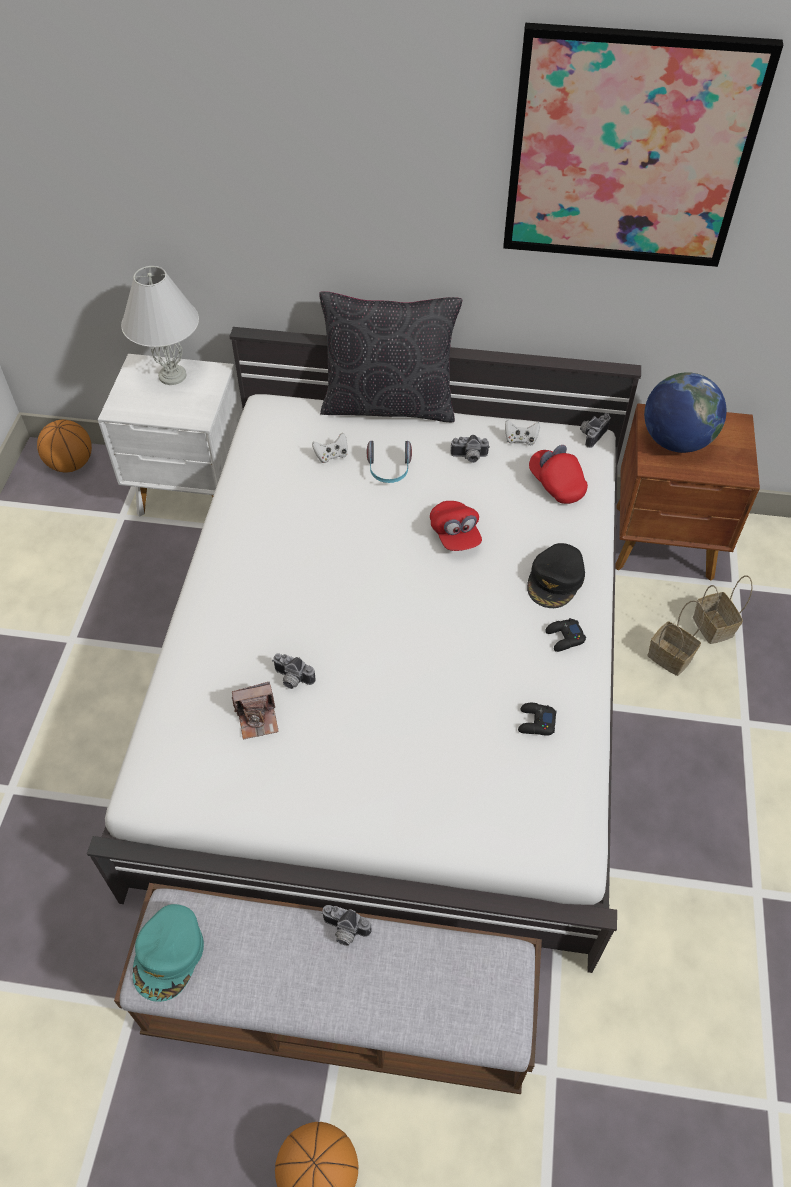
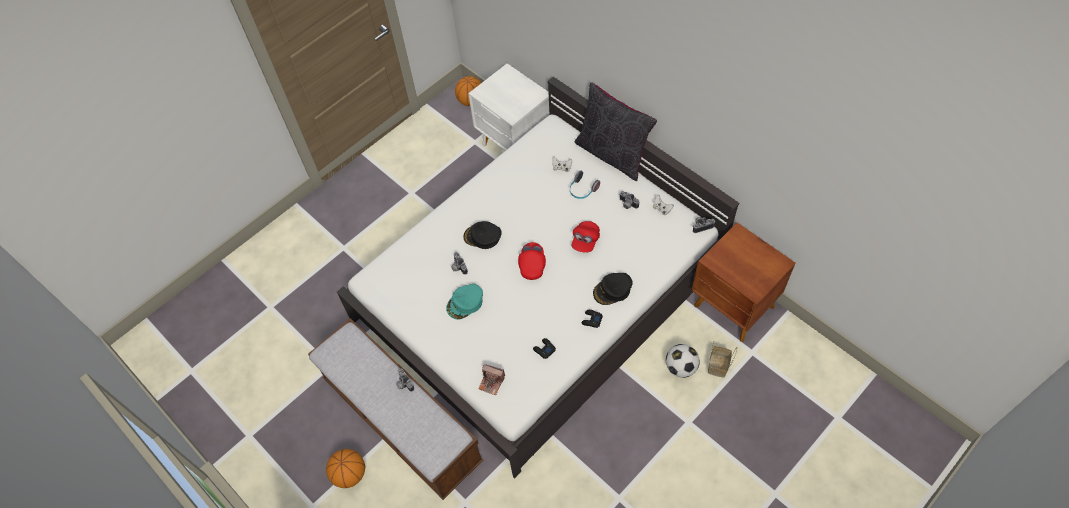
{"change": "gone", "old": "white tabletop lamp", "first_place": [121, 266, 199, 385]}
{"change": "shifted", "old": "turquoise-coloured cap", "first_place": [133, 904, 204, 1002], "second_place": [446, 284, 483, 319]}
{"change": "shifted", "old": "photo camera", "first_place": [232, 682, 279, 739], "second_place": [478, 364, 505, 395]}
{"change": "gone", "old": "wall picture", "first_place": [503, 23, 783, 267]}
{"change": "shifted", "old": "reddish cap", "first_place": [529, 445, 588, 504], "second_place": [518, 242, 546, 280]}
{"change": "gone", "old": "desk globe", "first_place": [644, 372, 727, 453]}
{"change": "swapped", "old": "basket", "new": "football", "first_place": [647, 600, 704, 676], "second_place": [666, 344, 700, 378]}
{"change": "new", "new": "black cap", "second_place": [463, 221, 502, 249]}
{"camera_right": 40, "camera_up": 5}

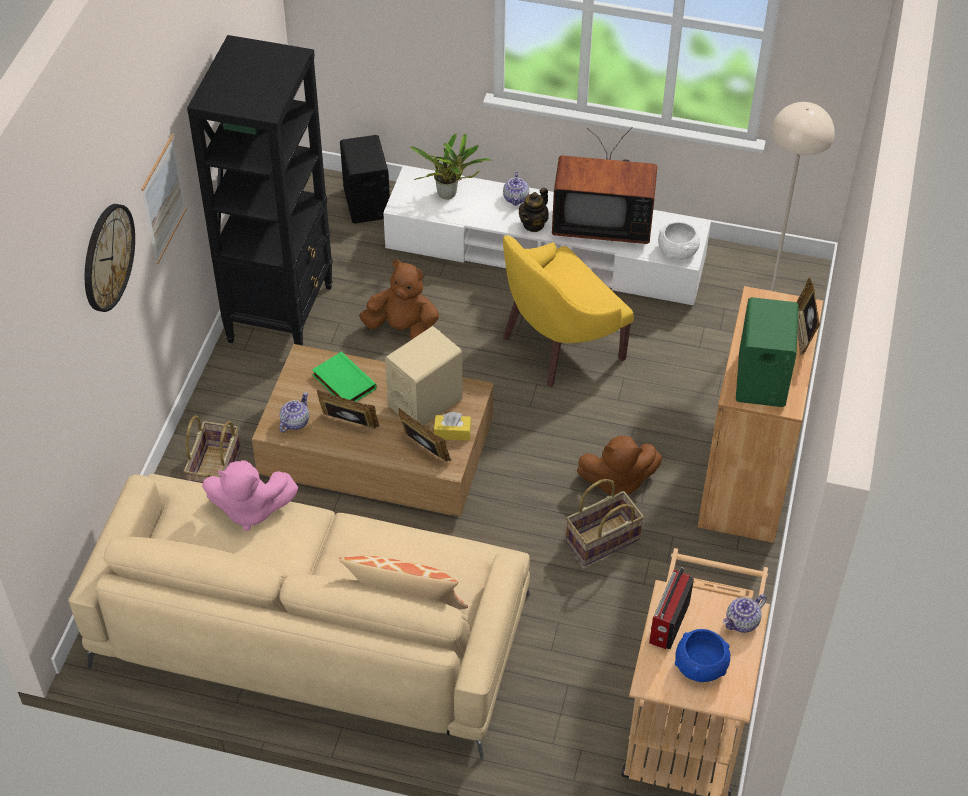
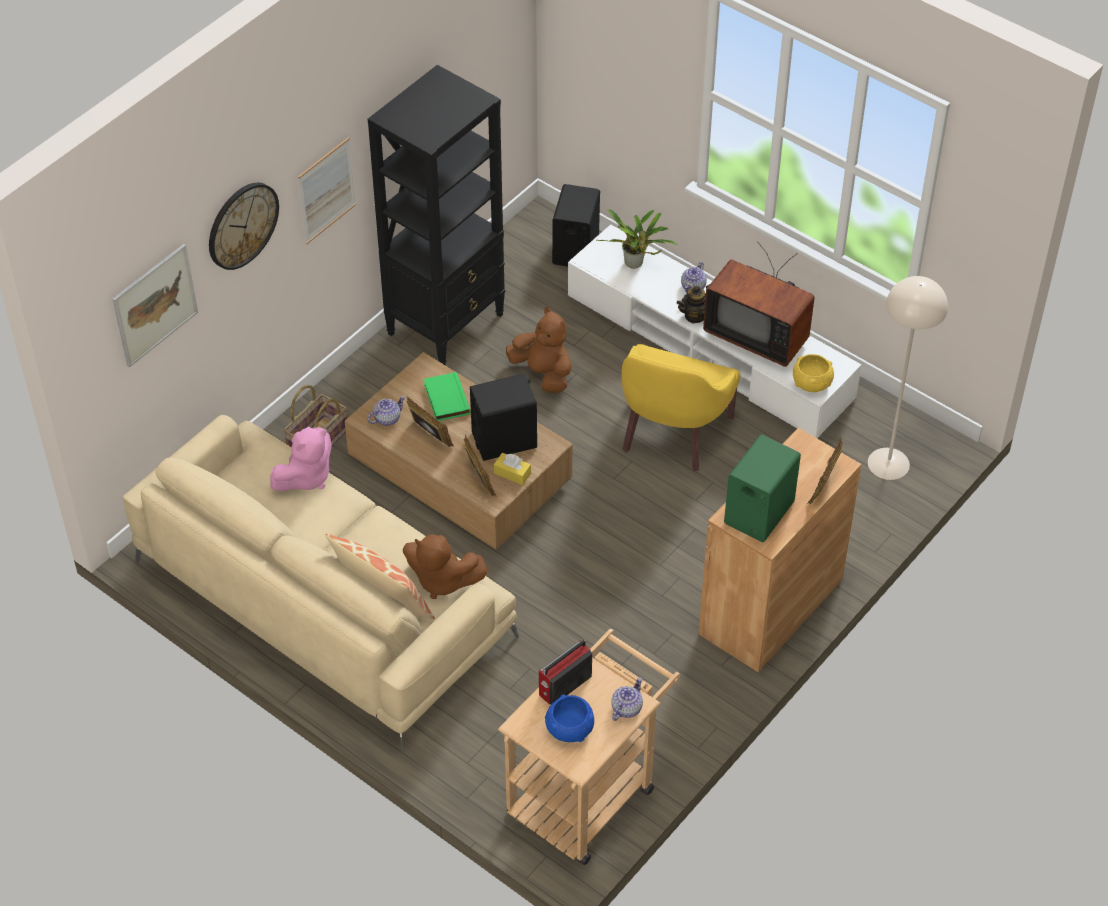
{"change": "rotated", "old": "pinkish cuddly toy", "first_place": [202, 460, 298, 531], "second_place": [270, 427, 332, 492], "degrees": -75}
{"change": "repainted", "old": "sand-coloured audio speaker", "new": "black audio speaker", "first_place": [385, 326, 463, 426], "second_place": [470, 373, 537, 461]}
{"change": "rotated", "old": "yellow easy chair", "first_place": [503, 235, 634, 387], "second_place": [621, 344, 740, 471], "degrees": -60}
{"change": "gone", "old": "basket", "first_place": [566, 479, 644, 566]}
{"change": "shifted", "old": "brown cuddly toy", "first_place": [577, 436, 662, 495], "second_place": [403, 535, 488, 599]}
{"change": "repainted", "old": "white serving bowl", "new": "yellow serving bowl", "first_place": [658, 222, 700, 260], "second_place": [793, 354, 834, 392]}
{"change": "rotated", "old": "teapot", "first_place": [723, 594, 767, 633], "second_place": [611, 678, 643, 721], "degrees": 135}
{"change": "new", "new": "wall picture", "second_place": [113, 244, 198, 368]}
{"camera_right": 25, "camera_up": 0}

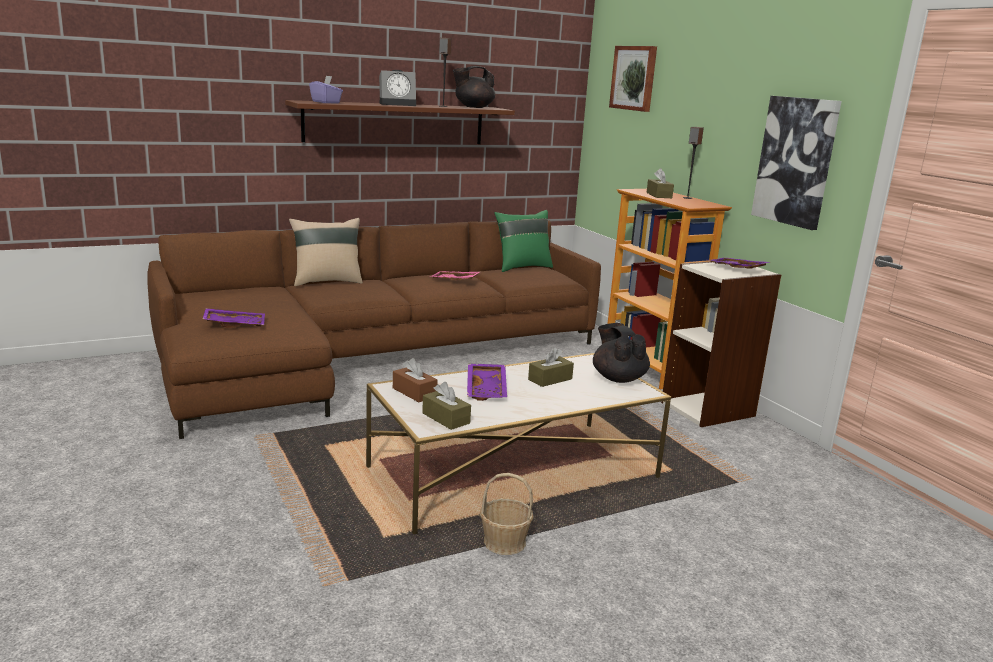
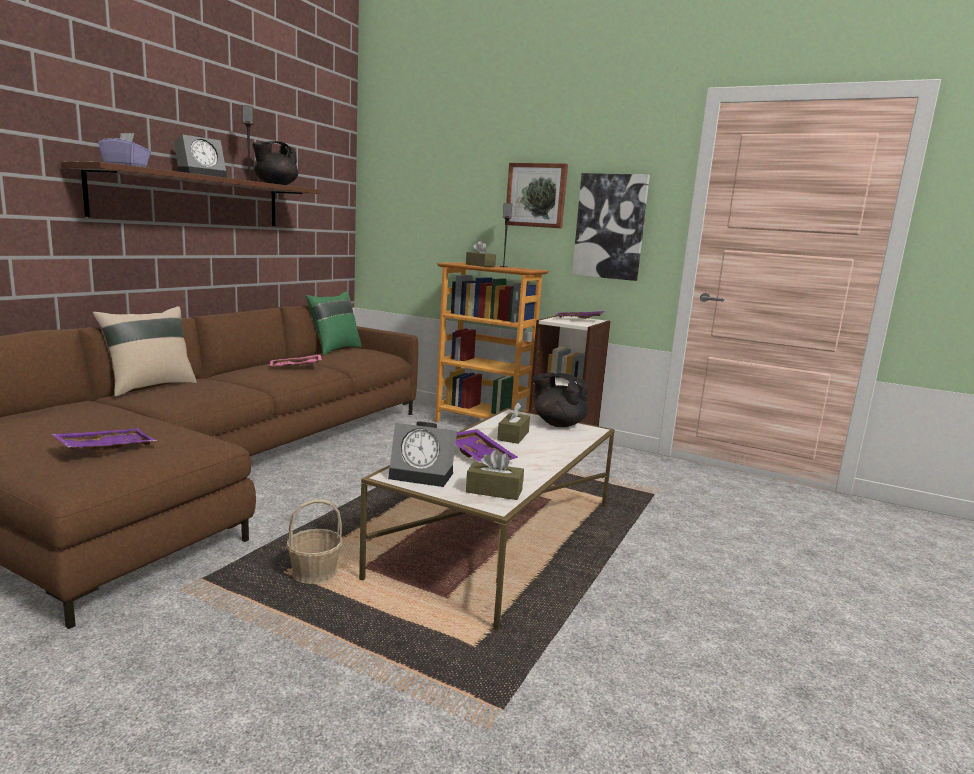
{"change": "swapped", "old": "brown box of tissues", "new": "alarm clock", "first_place": [393, 358, 438, 402], "second_place": [388, 421, 457, 487]}
{"change": "shifted", "old": "basket", "first_place": [480, 473, 533, 555], "second_place": [286, 499, 343, 584]}
{"change": "shifted", "old": "wall picture", "first_place": [609, 46, 657, 112], "second_place": [505, 163, 568, 228]}
{"camera_right": -35, "camera_up": -5}

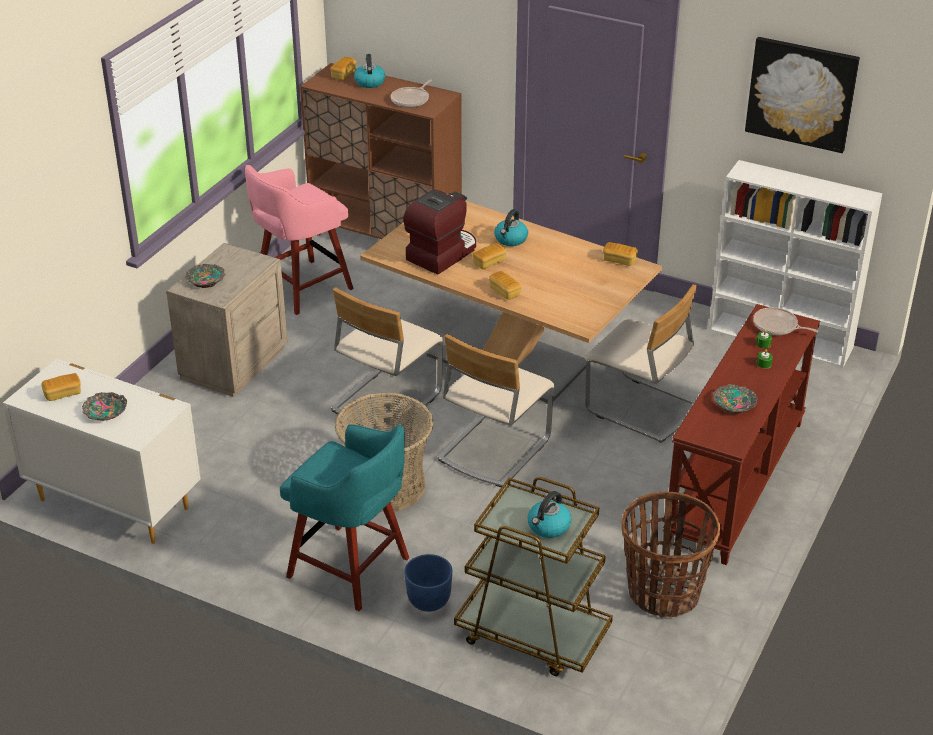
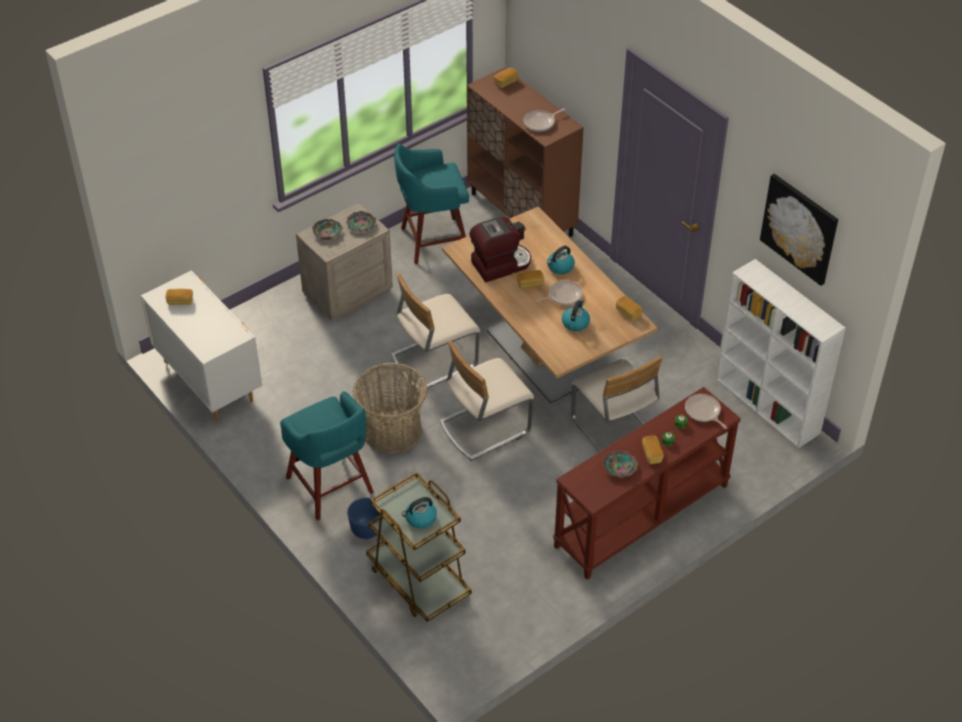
{"change": "shifted", "old": "serving bowl", "first_place": [82, 392, 127, 421], "second_place": [346, 211, 376, 232]}
{"change": "repainted", "old": "pinkish stool seat", "new": "turquoise-coloured stool seat", "first_place": [245, 165, 354, 315], "second_place": [394, 143, 469, 264]}
{"change": "shifted", "old": "tea kettle", "first_place": [354, 54, 385, 88], "second_place": [562, 300, 590, 331]}
{"change": "shifted", "old": "baked bread", "first_place": [489, 271, 521, 300], "second_place": [642, 436, 664, 464]}
{"change": "gone", "old": "basket", "first_place": [622, 491, 720, 618]}
{"change": "new", "new": "skillet", "second_place": [535, 281, 582, 305]}
{"camera_right": 25, "camera_up": 10}

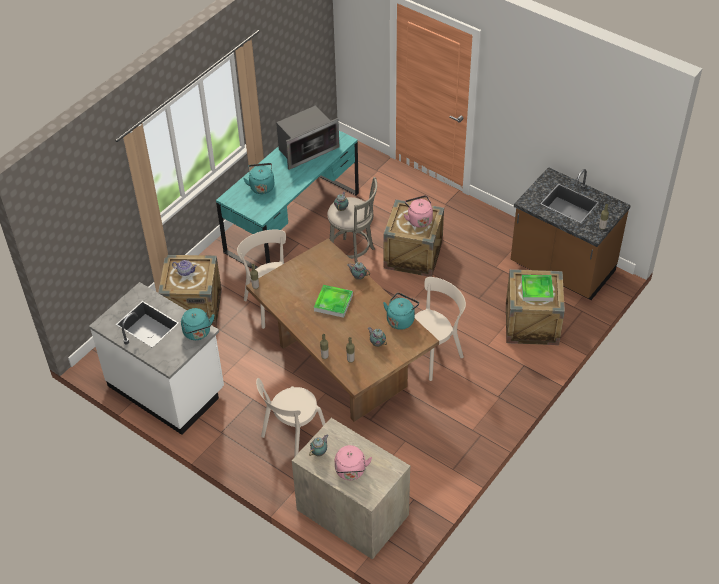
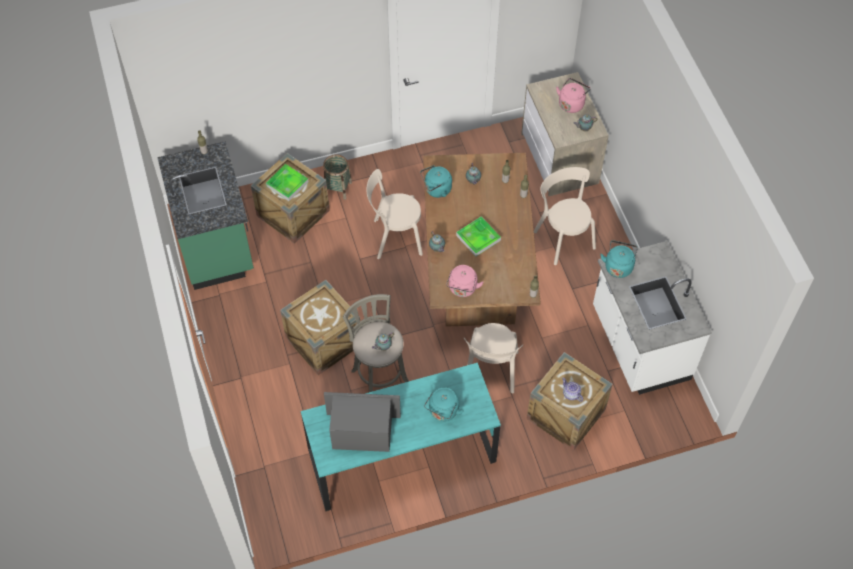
{"change": "rotated", "old": "sand-coloured chair", "first_place": [256, 378, 326, 457], "second_place": [534, 167, 596, 265], "degrees": -105}
{"change": "shifted", "old": "pinkish tea kettle", "first_place": [404, 195, 433, 228], "second_place": [446, 265, 484, 297]}
{"change": "repainted", "old": "brown kitchen base unit", "new": "greenish kitchen base unit", "first_place": [511, 167, 631, 300], "second_place": [157, 141, 254, 290]}
{"change": "new", "new": "basket", "second_place": [323, 154, 352, 200]}
{"camera_right": -145, "camera_up": 10}

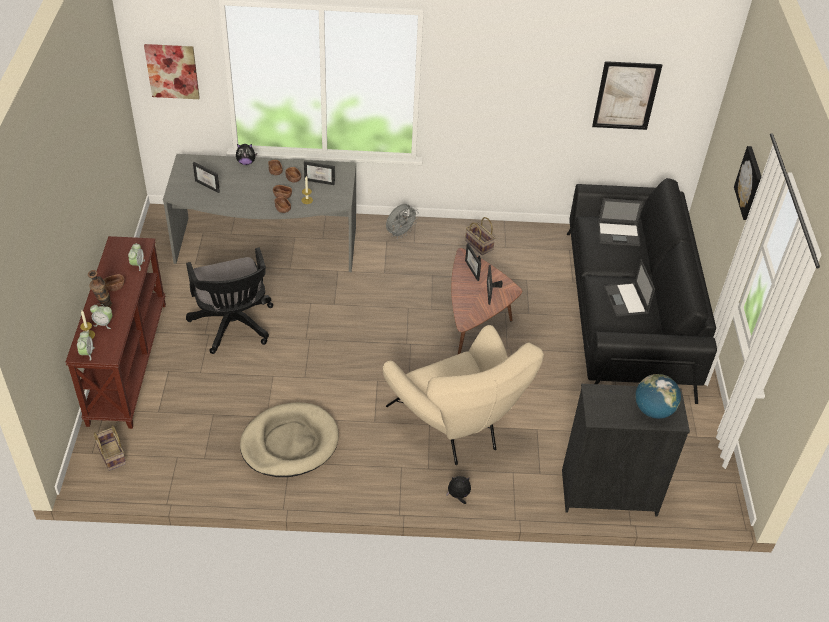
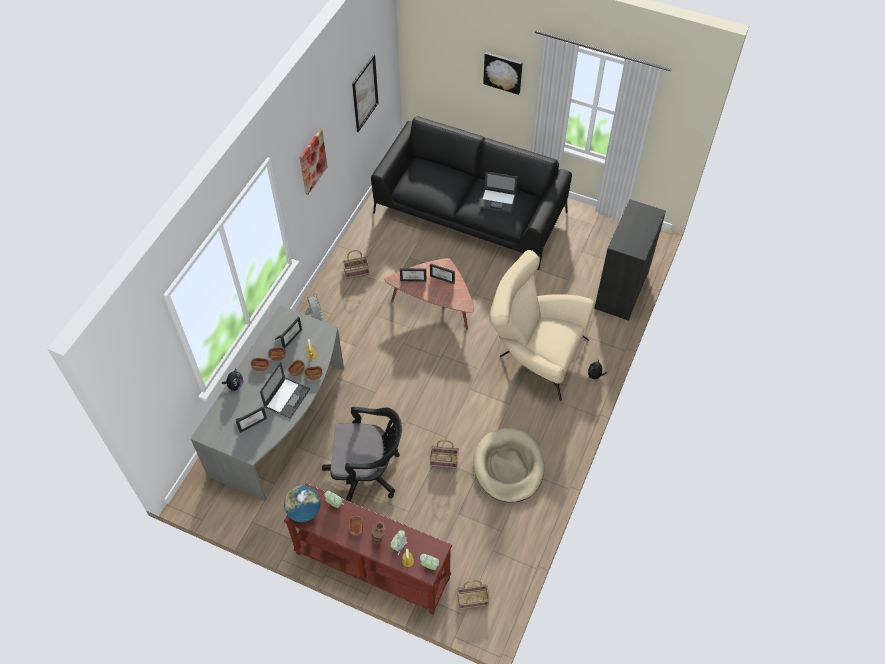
{"change": "shifted", "old": "wall picture", "first_place": [144, 44, 200, 99], "second_place": [299, 129, 327, 195]}
{"change": "rotated", "old": "sand-coloured easy chair", "first_place": [383, 325, 544, 465], "second_place": [489, 250, 594, 401], "degrees": -150}
{"change": "shifted", "old": "portable computer", "first_place": [598, 198, 644, 246], "second_place": [260, 362, 310, 419]}
{"change": "shifted", "old": "desk globe", "first_place": [635, 374, 681, 419], "second_place": [284, 486, 321, 522]}
{"change": "new", "new": "basket", "second_place": [429, 440, 459, 469]}
{"camera_right": -65, "camera_up": 10}

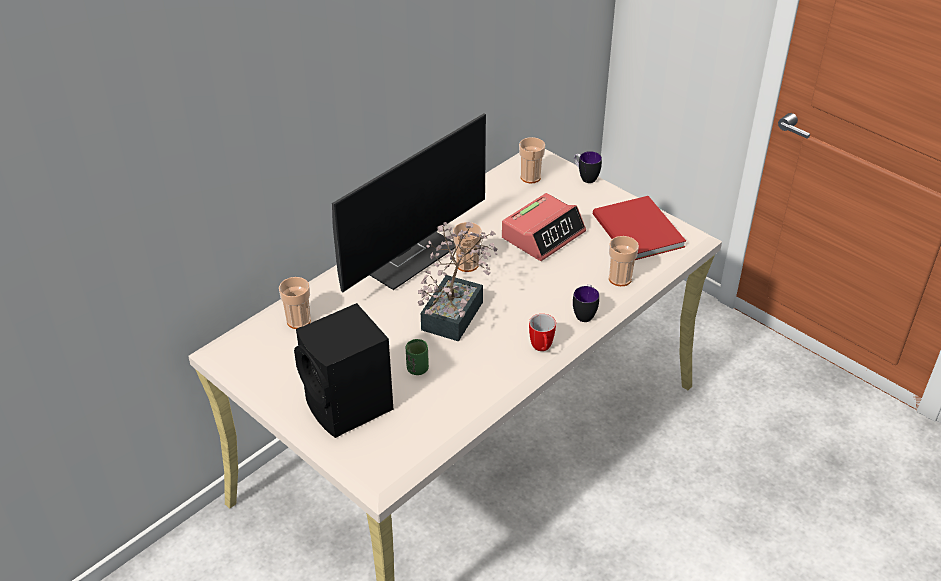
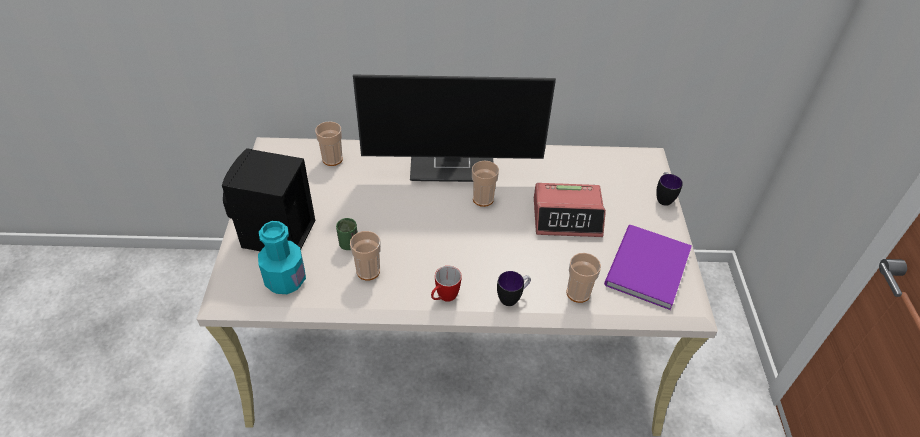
{"change": "gone", "old": "potted plant", "first_place": [418, 222, 498, 341]}
{"change": "shifted", "old": "small cup", "first_place": [519, 137, 545, 183], "second_place": [350, 231, 381, 280]}
{"change": "repainted", "old": "reddish volume", "new": "purple volume", "first_place": [593, 196, 686, 260], "second_place": [604, 224, 692, 310]}
{"change": "new", "new": "turquoise-coloured drink bottle", "second_place": [258, 221, 306, 294]}
{"camera_right": 45, "camera_up": 5}

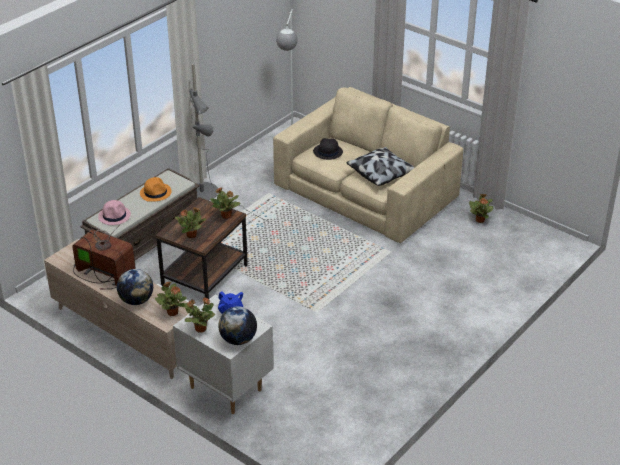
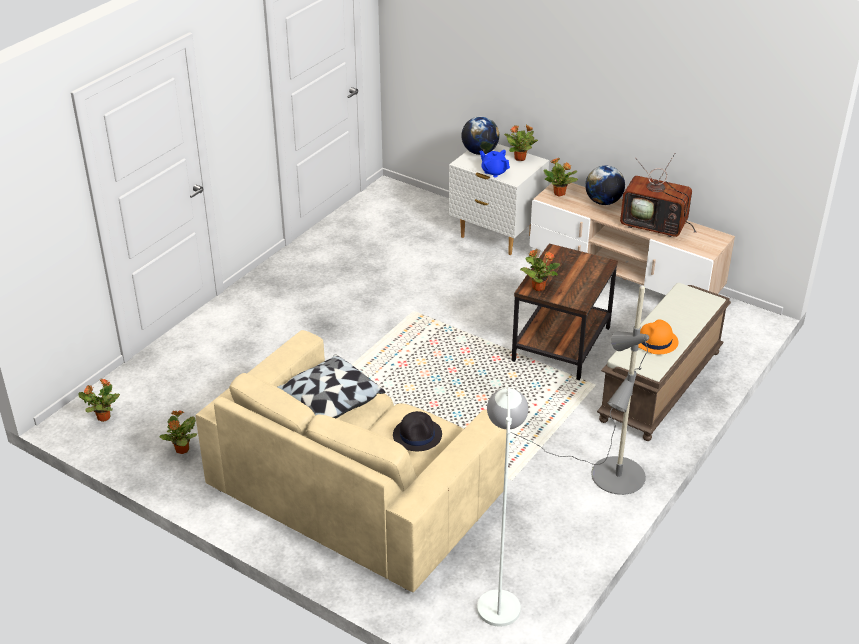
{"change": "gone", "old": "pinkish hat", "first_place": [98, 200, 131, 225]}
{"change": "shifted", "old": "potted plant", "first_place": [175, 207, 206, 238], "second_place": [78, 379, 120, 422]}
{"camera_right": 175, "camera_up": 0}

